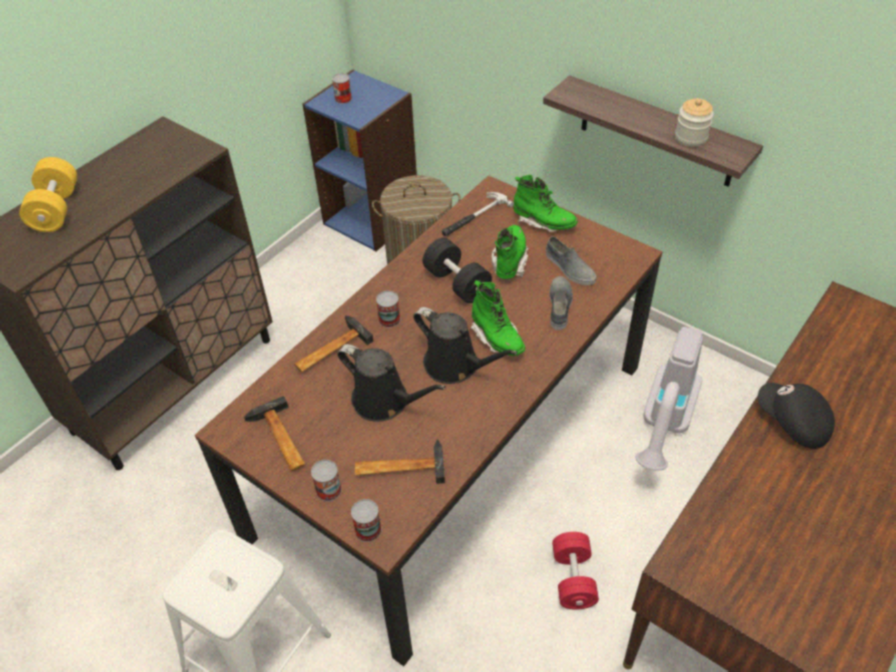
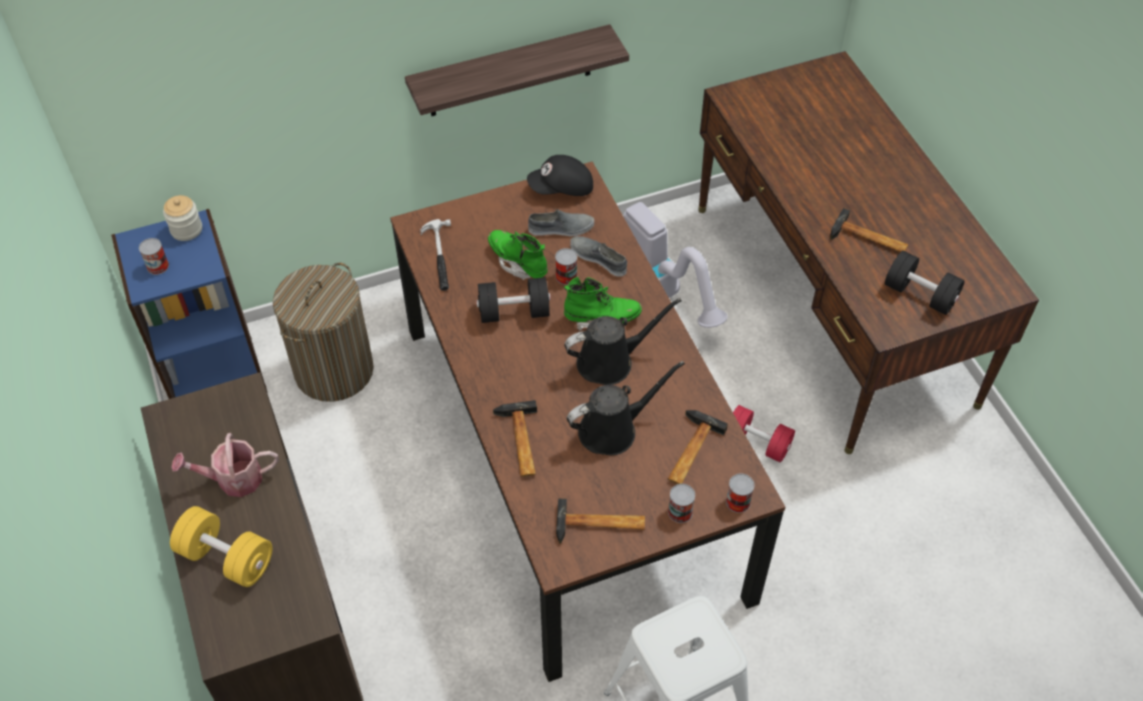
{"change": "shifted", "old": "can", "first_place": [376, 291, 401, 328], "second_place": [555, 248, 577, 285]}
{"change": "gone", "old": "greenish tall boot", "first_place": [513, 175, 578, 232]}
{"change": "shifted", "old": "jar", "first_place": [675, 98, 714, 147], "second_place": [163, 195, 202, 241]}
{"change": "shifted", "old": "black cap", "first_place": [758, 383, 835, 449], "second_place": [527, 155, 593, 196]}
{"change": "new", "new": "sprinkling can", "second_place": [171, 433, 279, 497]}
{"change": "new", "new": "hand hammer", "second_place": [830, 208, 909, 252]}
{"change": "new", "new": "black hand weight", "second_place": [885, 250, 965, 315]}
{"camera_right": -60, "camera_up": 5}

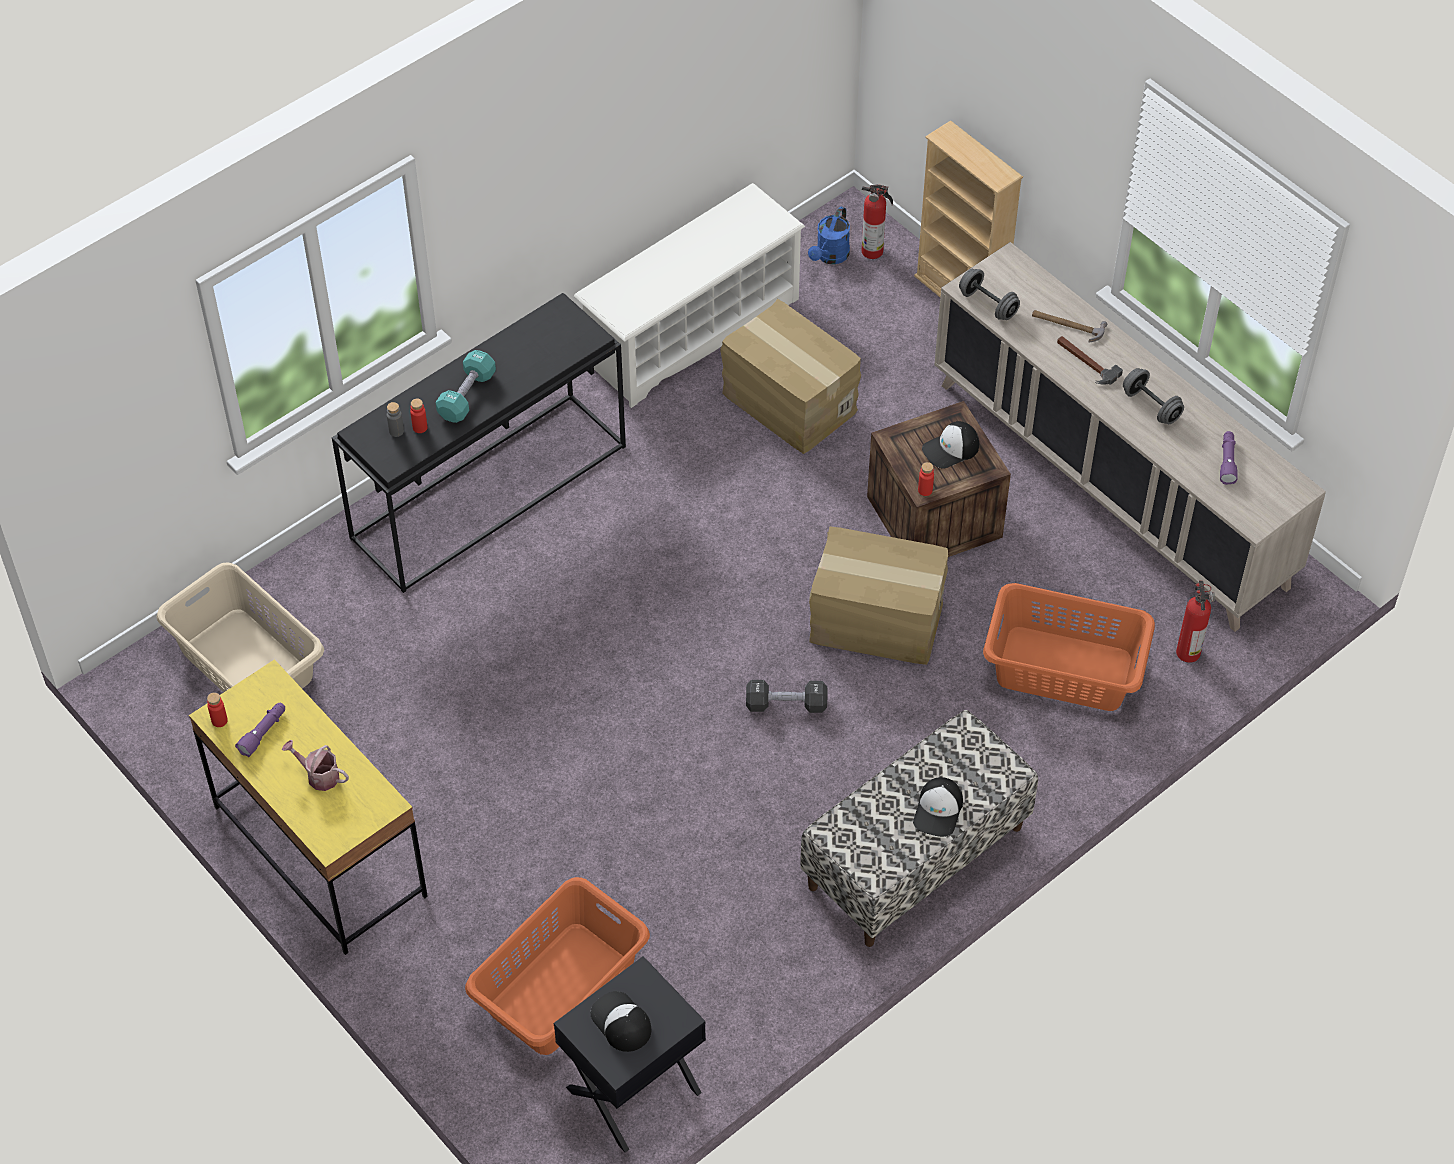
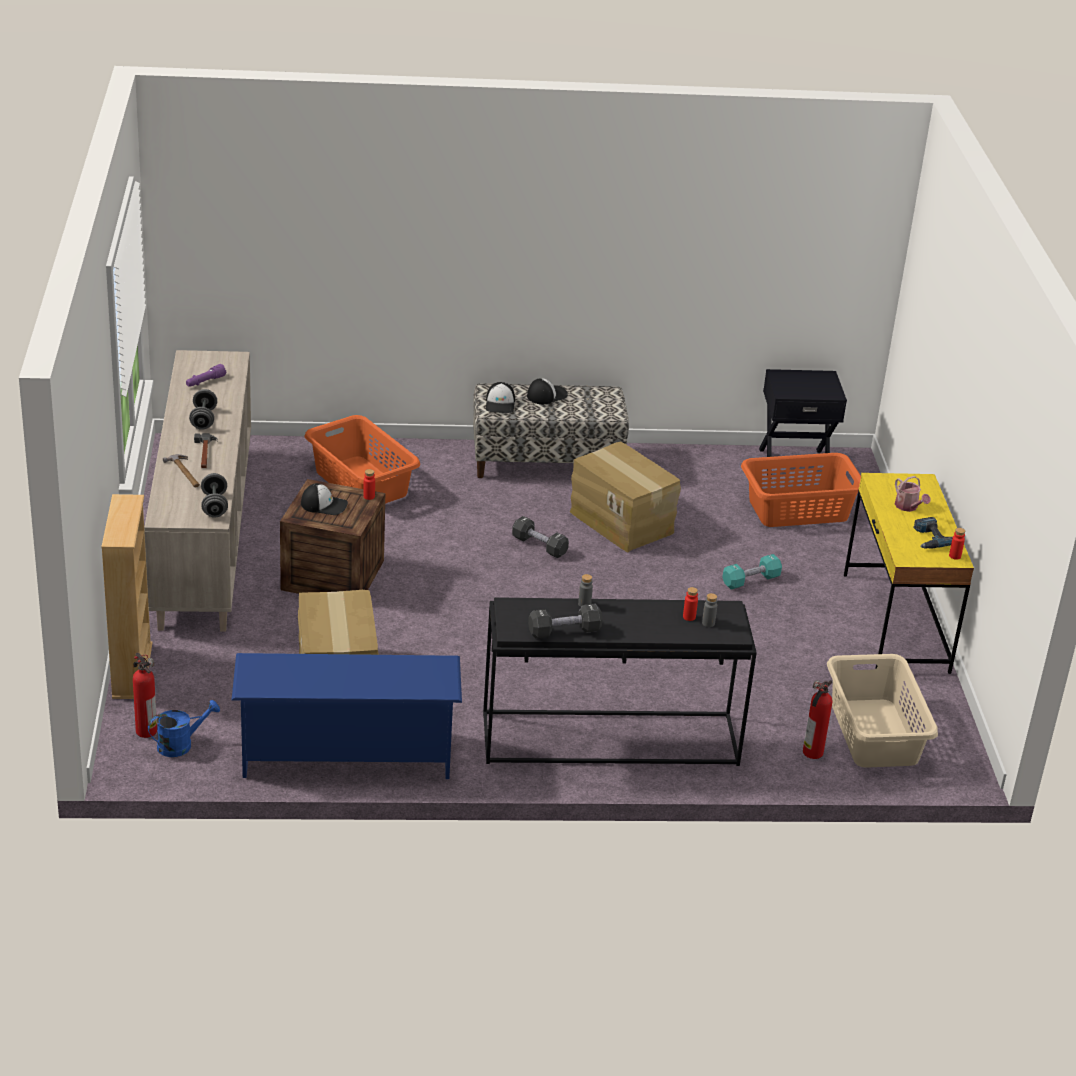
{"change": "swapped", "old": "purple torch", "new": "power drill", "first_place": [235, 703, 285, 757], "second_place": [913, 517, 953, 549]}
{"change": "shifted", "old": "turquoise-coloured hand weight", "first_place": [436, 350, 496, 423], "second_place": [722, 554, 782, 590]}
{"change": "repainted", "old": "white shoe shelf", "new": "bluish shoe shelf", "first_place": [574, 183, 805, 408], "second_place": [232, 653, 462, 779]}
{"change": "shifted", "old": "cap", "first_place": [591, 991, 651, 1052], "second_place": [486, 382, 515, 413]}
{"change": "shifted", "old": "carton", "first_place": [809, 526, 948, 665], "second_place": [570, 442, 681, 553]}
{"change": "shifted", "old": "extinguisher", "first_place": [1176, 581, 1215, 663], "second_place": [803, 680, 832, 759]}
{"change": "new", "new": "black hand weight", "second_place": [528, 604, 603, 638]}
{"change": "new", "new": "gray drink bottle", "second_place": [578, 574, 593, 607]}
{"camera_right": -145, "camera_up": -20}

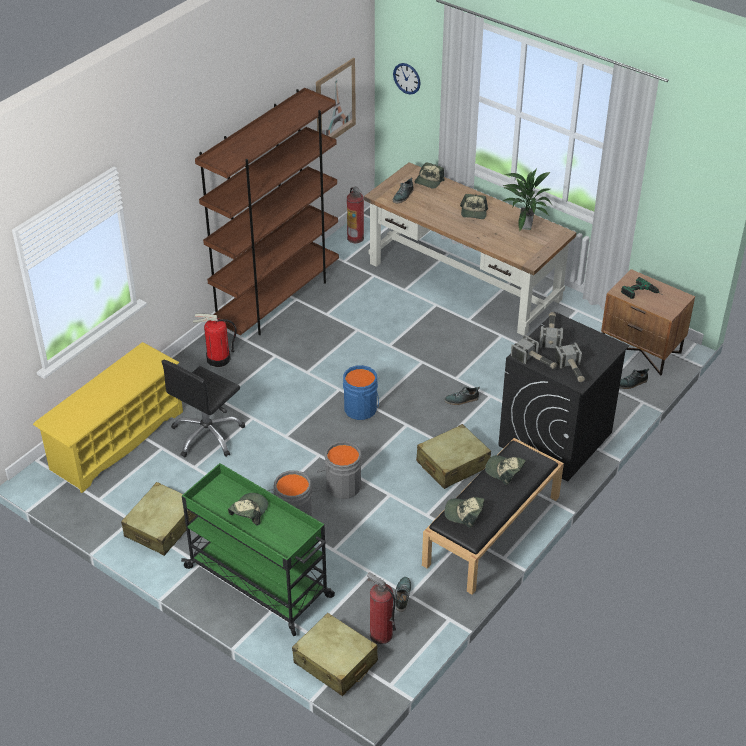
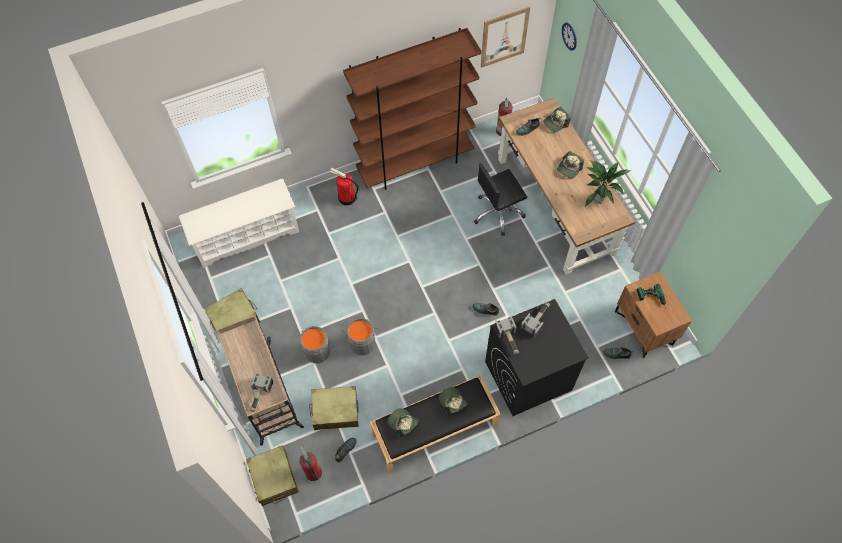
{"change": "repainted", "old": "yellow shoe shelf", "new": "white shoe shelf", "first_place": [33, 342, 183, 493], "second_place": [179, 179, 299, 268]}
{"change": "shifted", "old": "black computer chair", "first_place": [162, 360, 245, 457], "second_place": [474, 163, 527, 236]}
{"change": "repainted", "old": "greenish cart", "new": "sand-coloured cart", "first_place": [181, 463, 335, 636], "second_place": [217, 315, 304, 446]}
{"change": "gone", "old": "cap", "first_place": [228, 493, 268, 526]}
{"change": "gone", "old": "bluish bucket", "first_place": [343, 365, 379, 420]}
{"change": "shifted", "old": "sand-coloured suitcase", "first_place": [416, 424, 491, 489], "second_place": [309, 386, 359, 430]}
{"change": "shifted", "old": "hand hammer", "first_place": [554, 343, 585, 382], "second_place": [249, 373, 273, 412]}
{"camera_right": 30, "camera_up": 20}

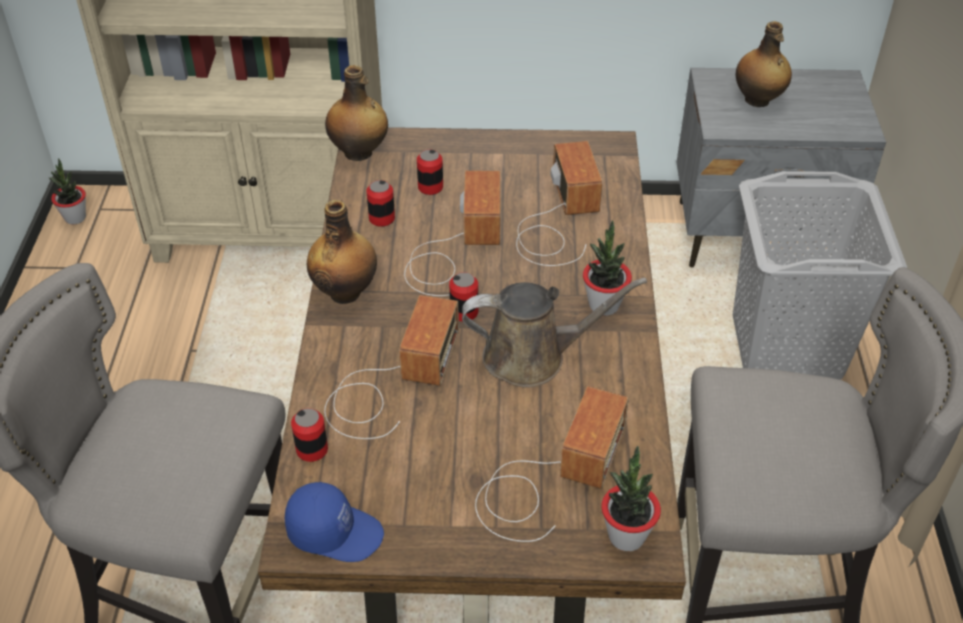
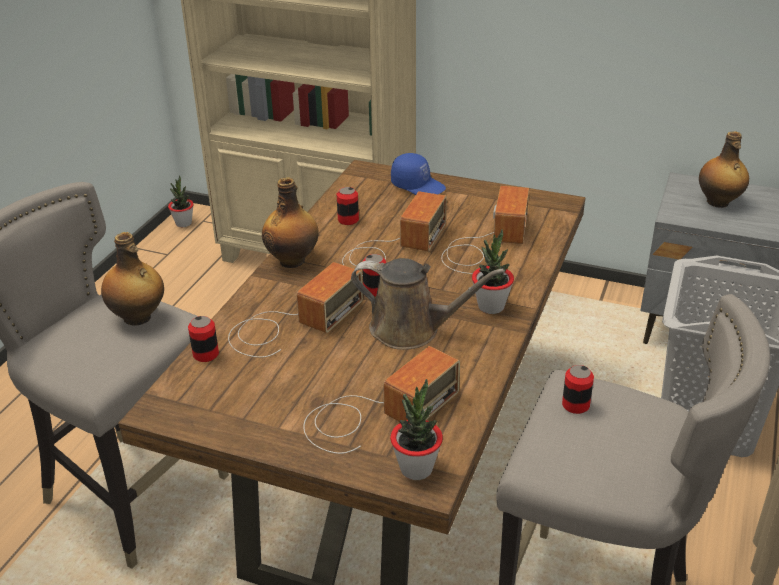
{"change": "shifted", "old": "bluish cap", "first_place": [285, 482, 384, 562], "second_place": [391, 153, 446, 195]}
{"change": "shifted", "old": "drink bottle", "first_place": [325, 65, 388, 161], "second_place": [101, 232, 164, 326]}
{"change": "shifted", "old": "can", "first_place": [417, 149, 443, 195], "second_place": [562, 365, 594, 414]}
{"camera_right": 20, "camera_up": -10}

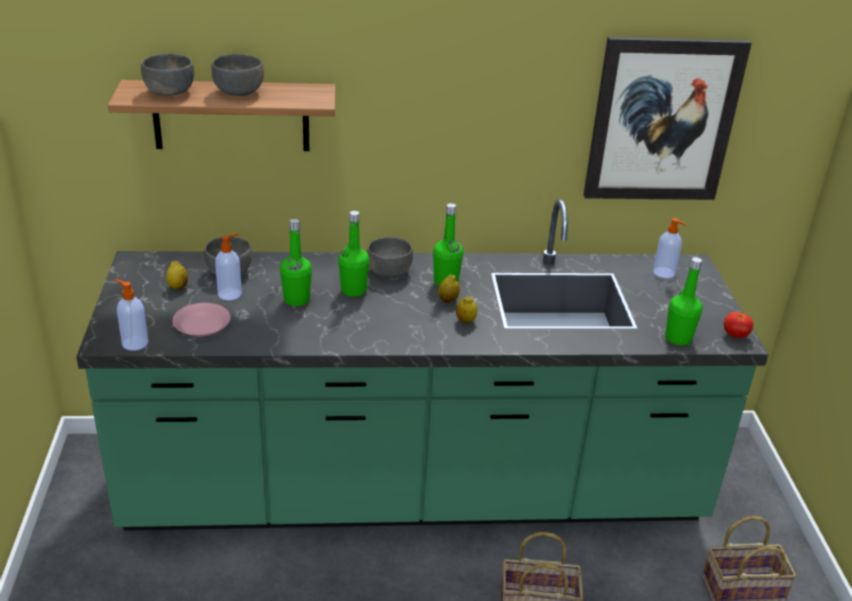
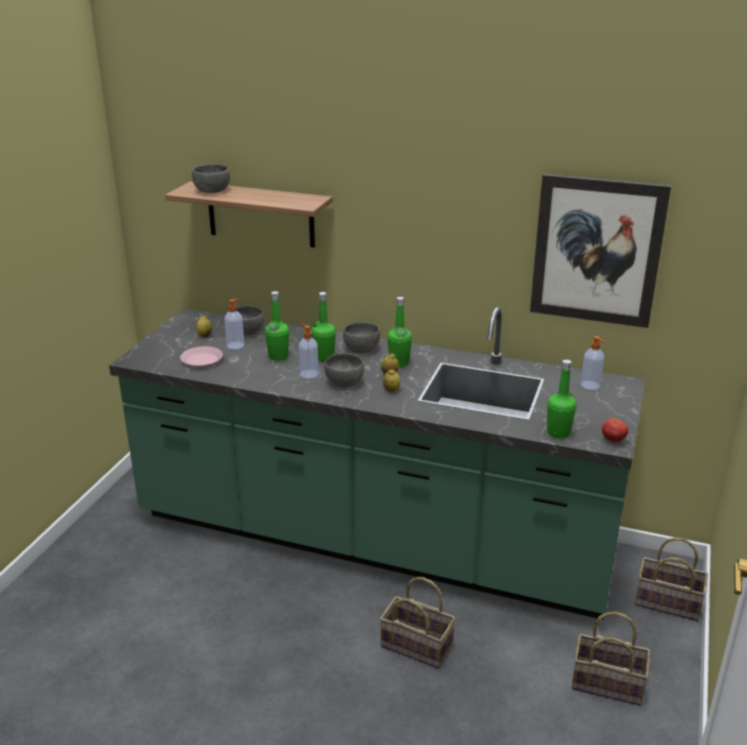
{"change": "shifted", "old": "soap dispenser", "first_place": [114, 279, 148, 351], "second_place": [299, 323, 319, 378]}
{"change": "shifted", "old": "gray serving bowl", "first_place": [211, 54, 264, 96], "second_place": [324, 353, 364, 388]}
{"change": "new", "new": "basket", "second_place": [635, 537, 708, 621]}
{"camera_right": 25, "camera_up": -5}

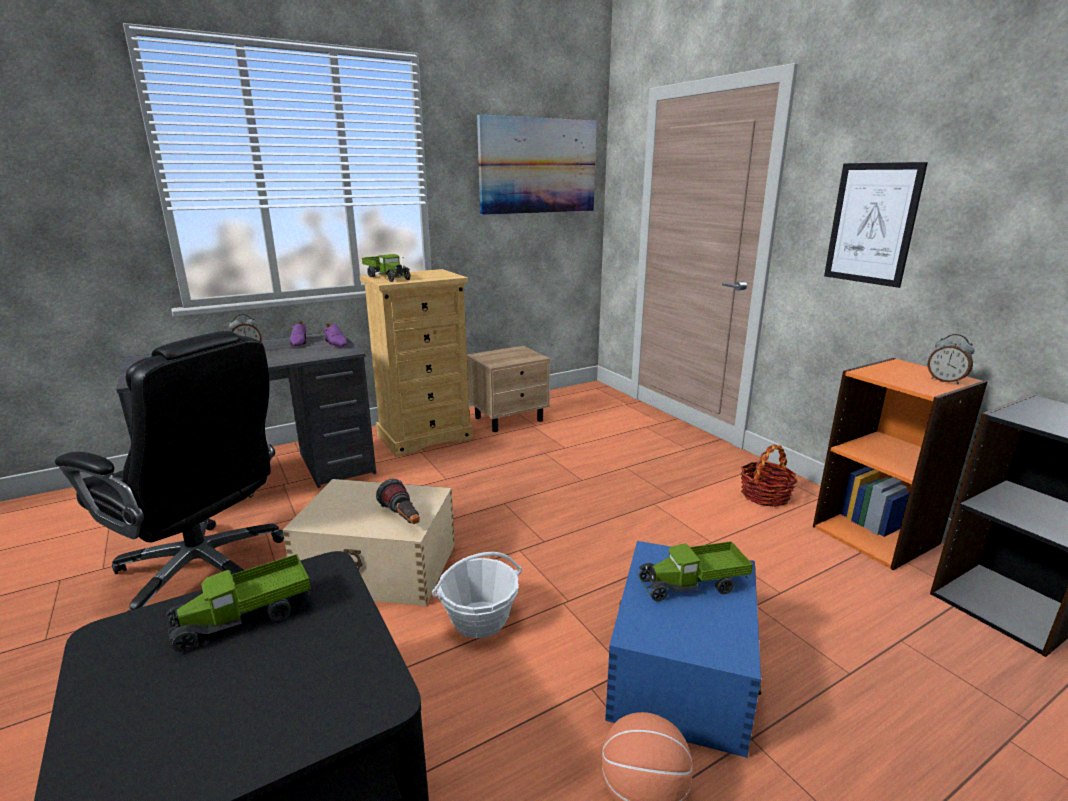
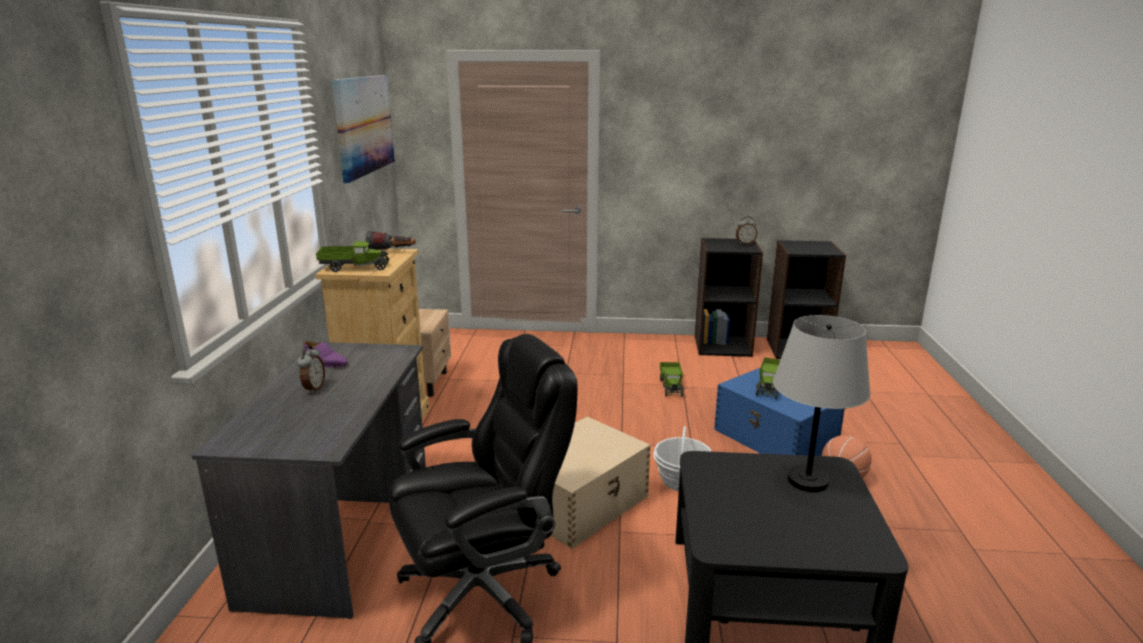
{"change": "shifted", "old": "toy lorry", "first_place": [166, 554, 311, 652], "second_place": [660, 362, 685, 397]}
{"change": "gone", "old": "purple low shoe", "first_place": [324, 323, 347, 347]}
{"change": "shifted", "old": "torch", "first_place": [376, 479, 420, 524], "second_place": [365, 230, 416, 250]}
{"change": "gone", "old": "basket", "first_place": [741, 445, 798, 507]}
{"change": "repainted", "old": "orange bookcase", "new": "black bookcase", "first_place": [813, 358, 988, 570], "second_place": [695, 238, 763, 357]}
{"change": "gone", "old": "wall picture", "first_place": [824, 162, 928, 288]}
{"change": "new", "new": "gray tabletop lamp", "second_place": [773, 315, 870, 492]}
{"camera_right": -55, "camera_up": 0}

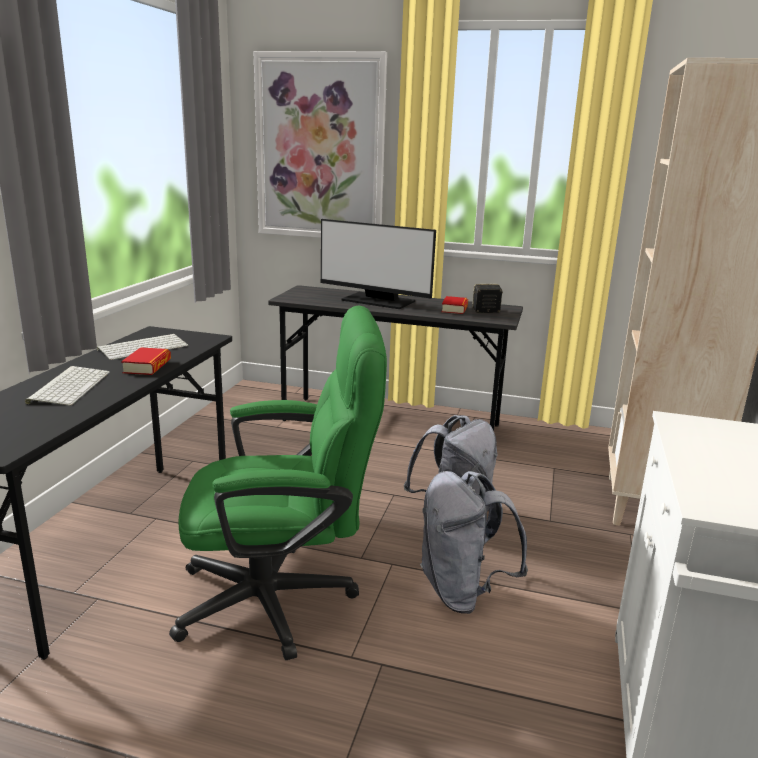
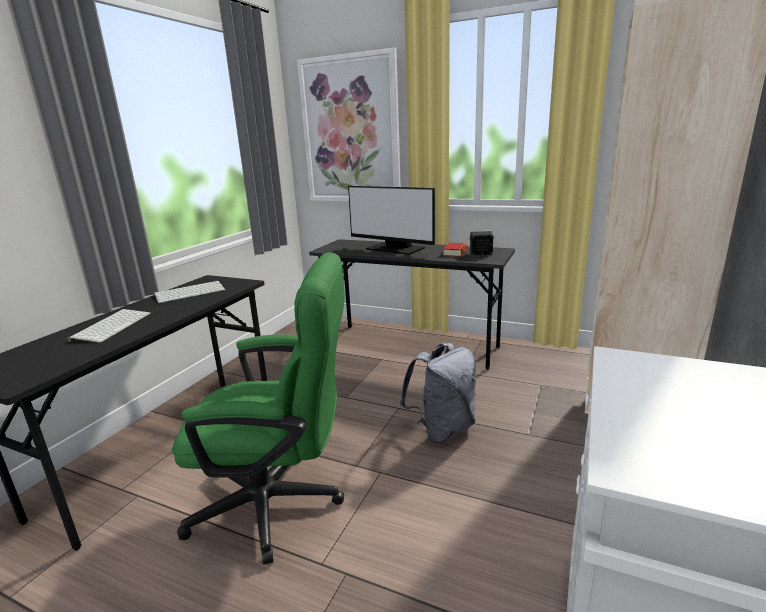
{"change": "gone", "old": "volume", "first_place": [121, 347, 171, 375]}
{"change": "gone", "old": "gray rucksack", "first_place": [420, 471, 528, 614]}
{"camera_right": 10, "camera_up": 0}

